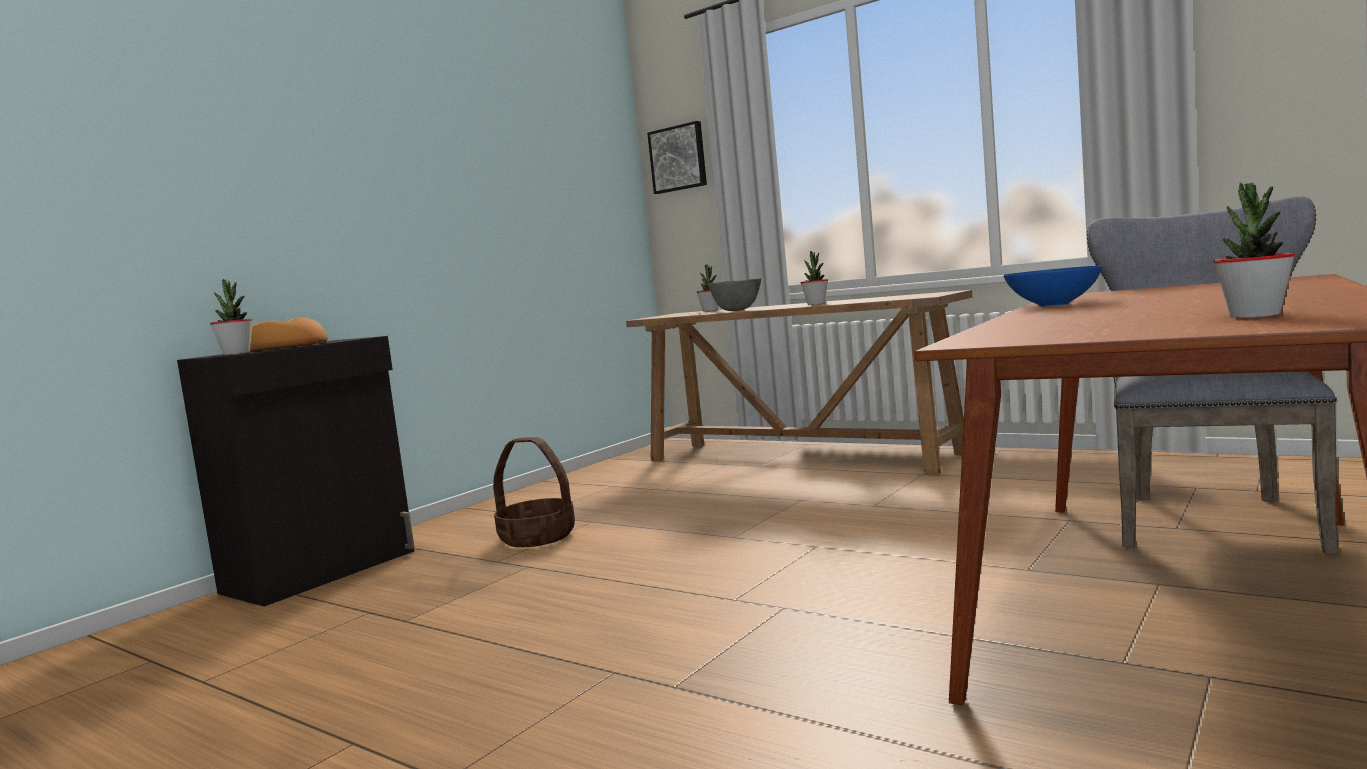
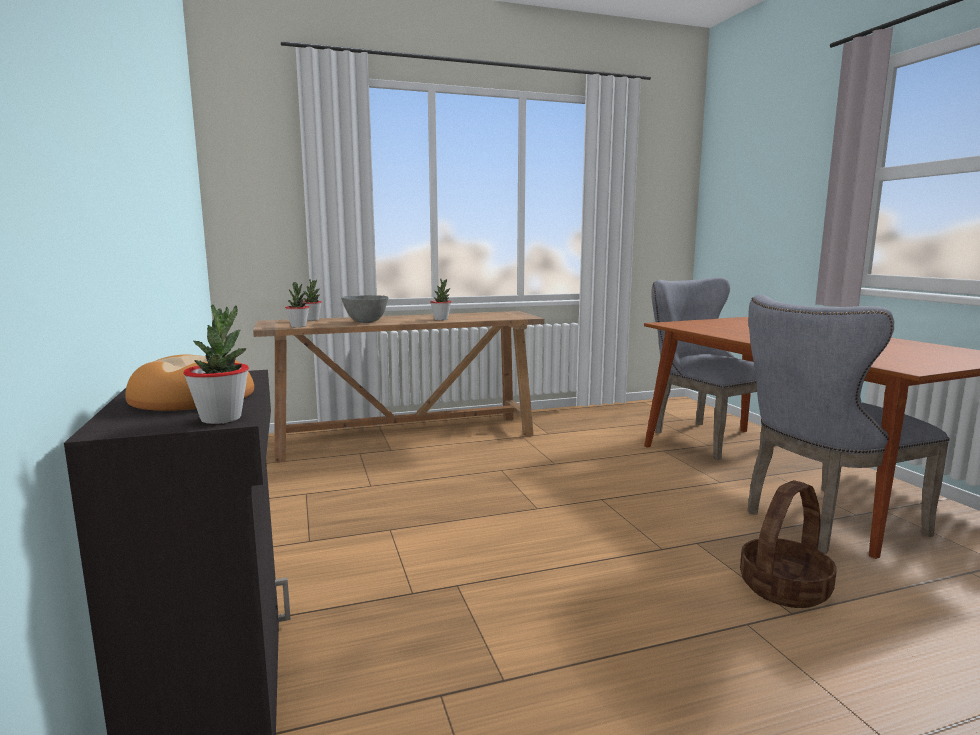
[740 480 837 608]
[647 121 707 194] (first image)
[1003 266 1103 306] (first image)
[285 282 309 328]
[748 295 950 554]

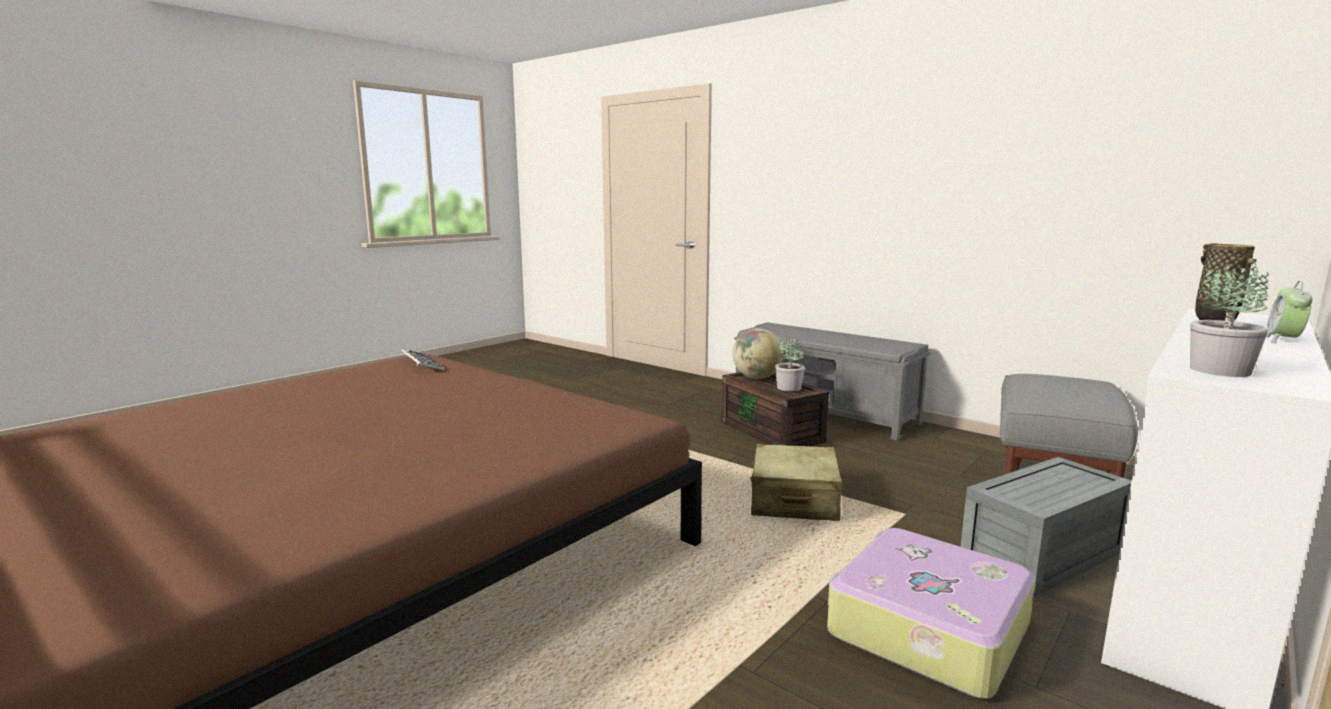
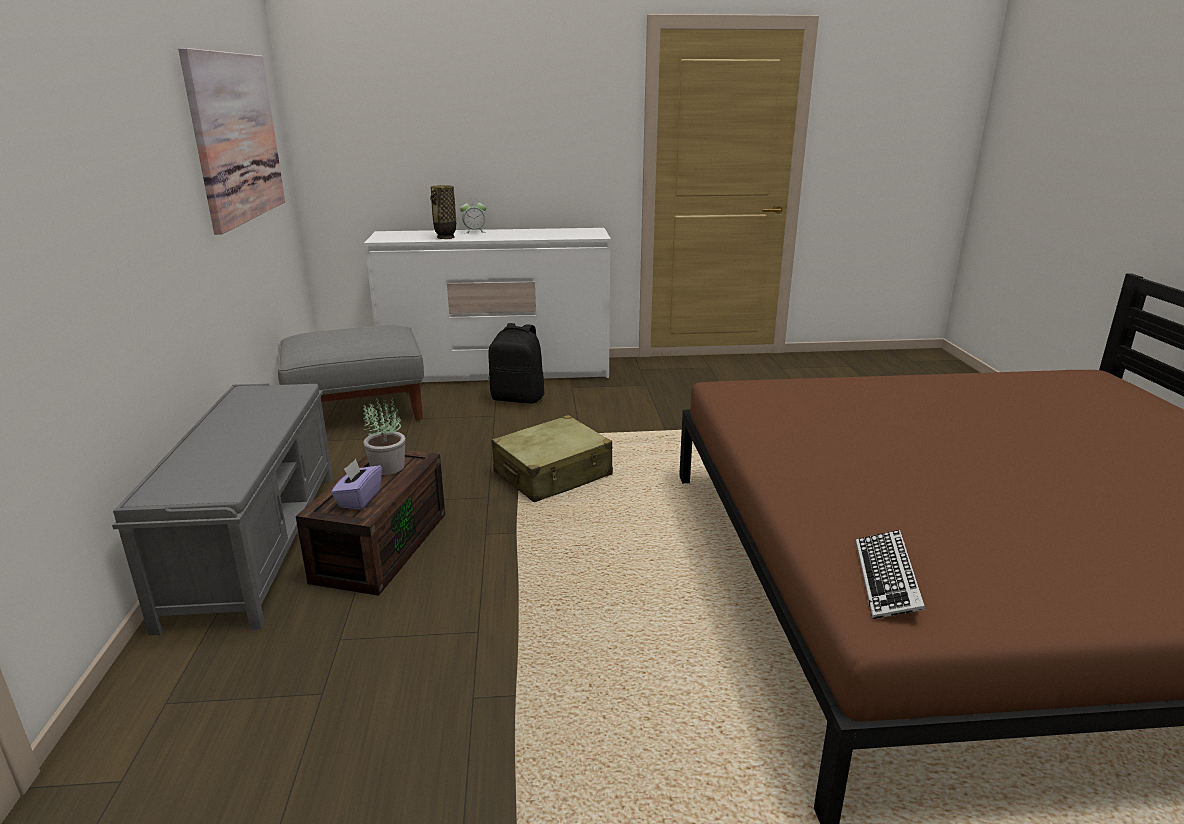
[331 459 382 510]
[827 528 1036 699] (first image)
[488 323 544 404]
[1190 262 1269 377] (first image)
[178 48 285 235]

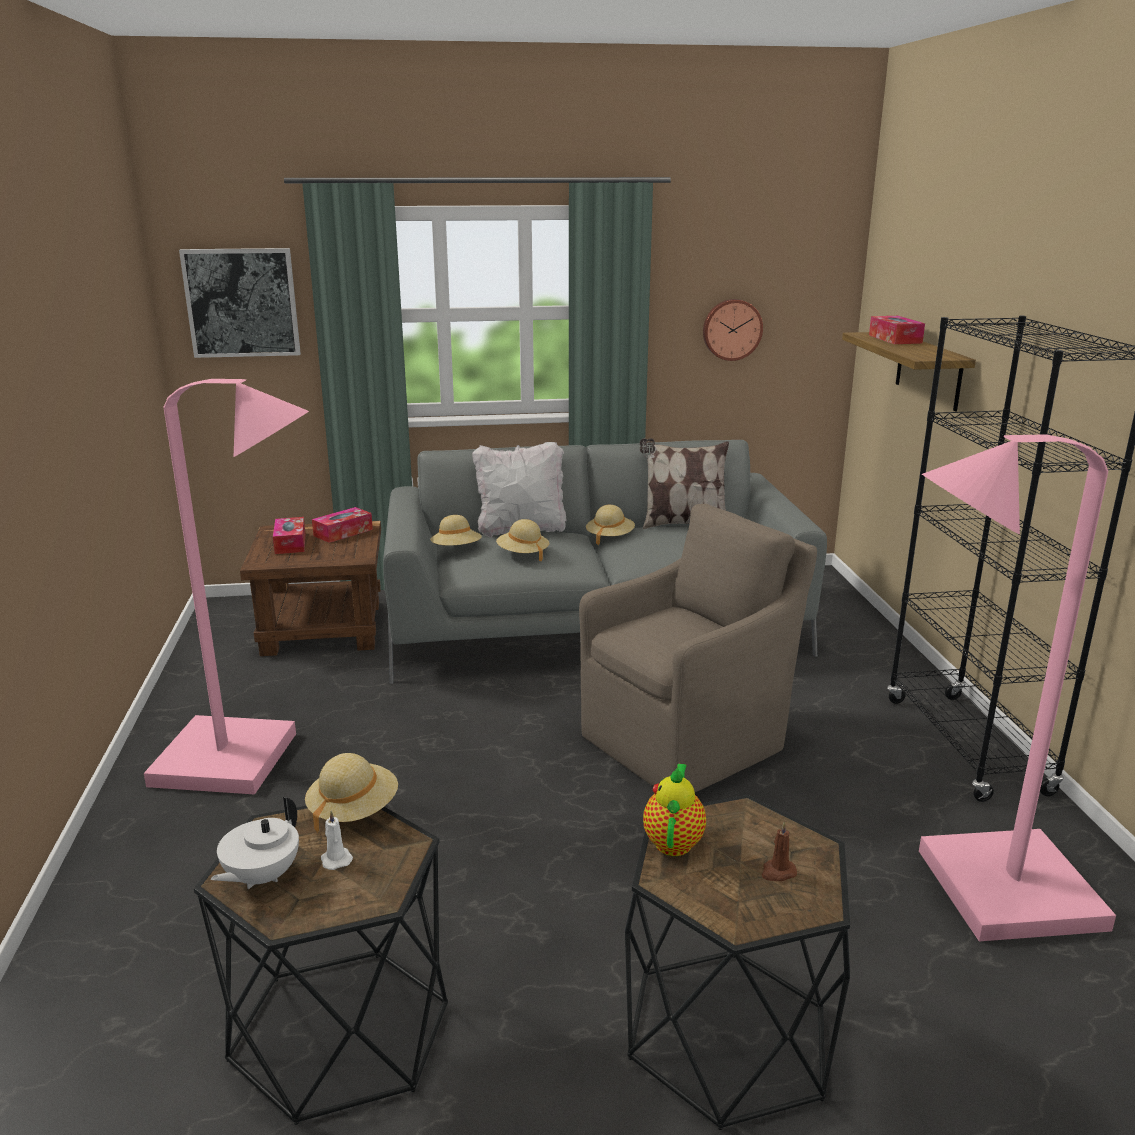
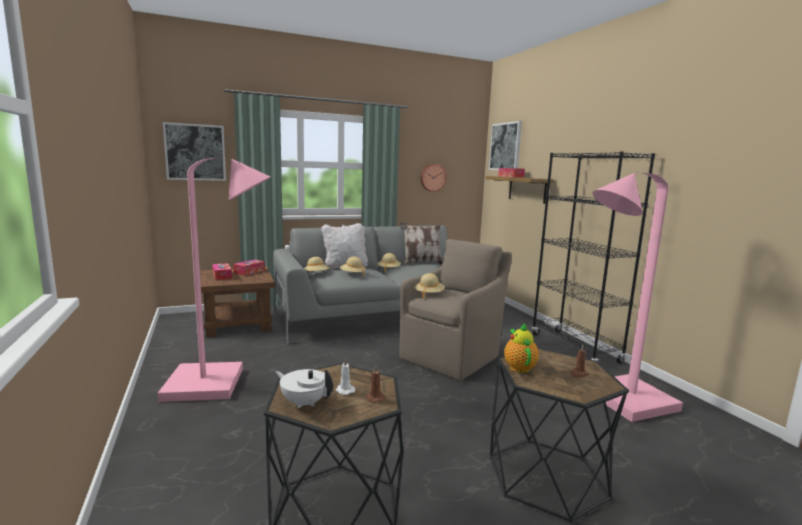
[275 369 333 408]
[414 273 445 299]
[366 365 386 403]
[489 121 522 170]

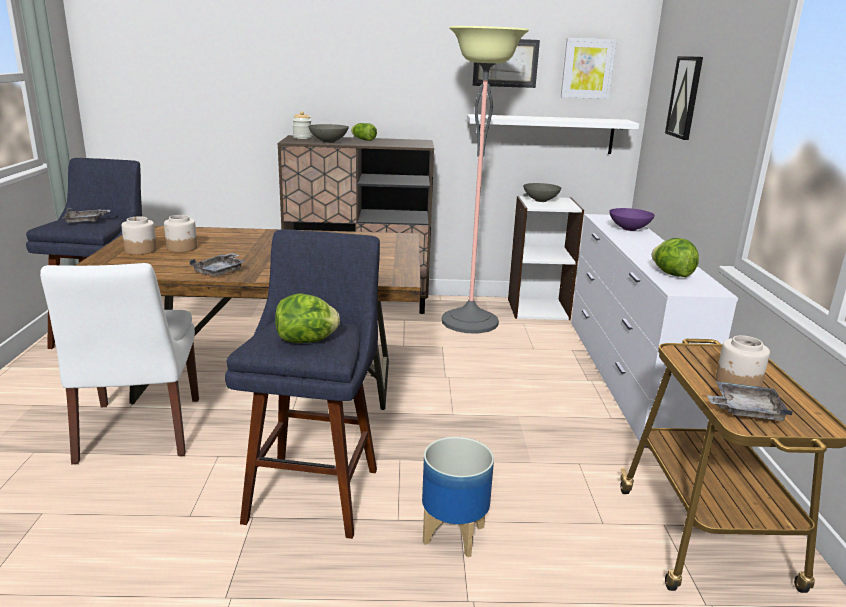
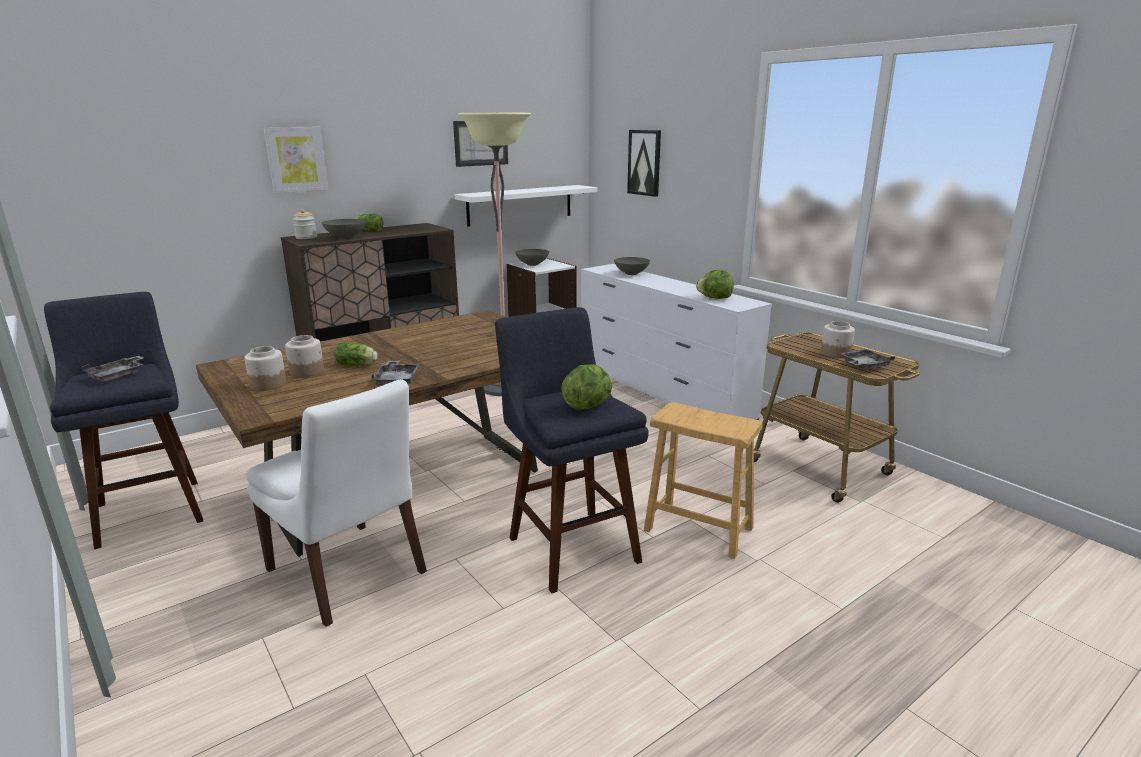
[644 402 763 559]
[263 127 328 193]
[614 257 650 275]
[334 342 378 366]

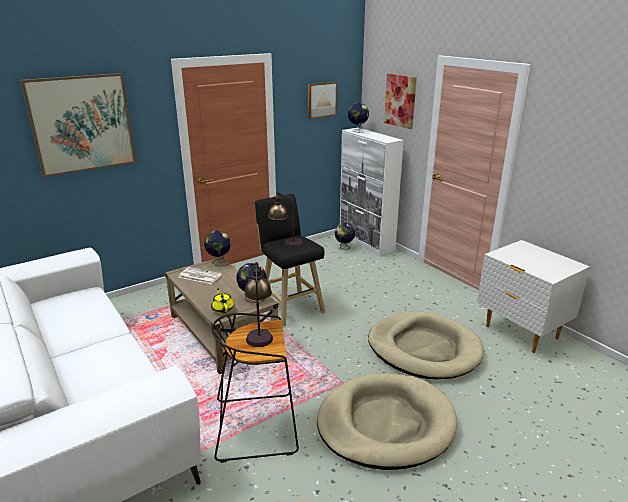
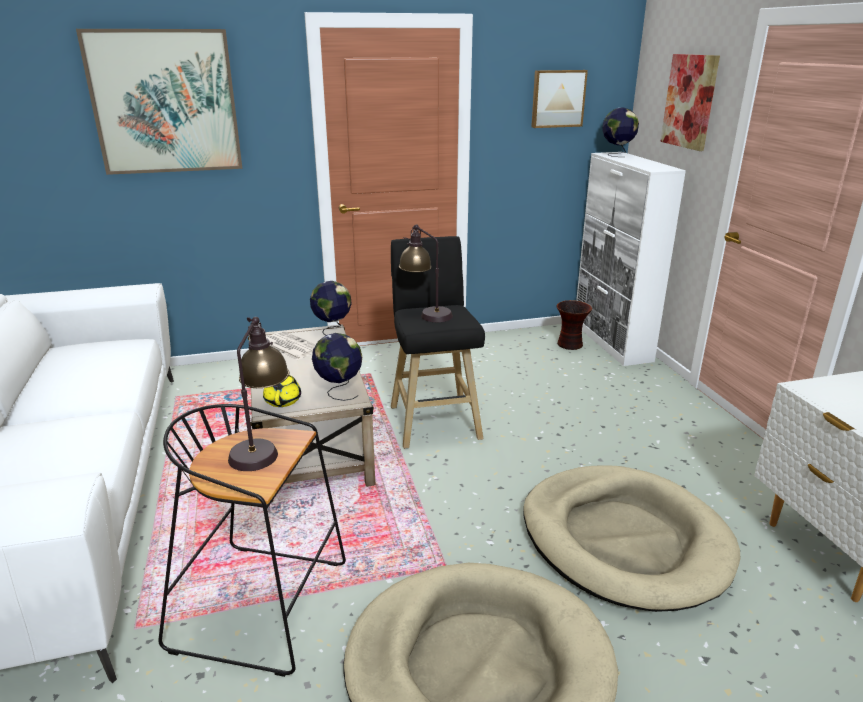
[556 300 592 350]

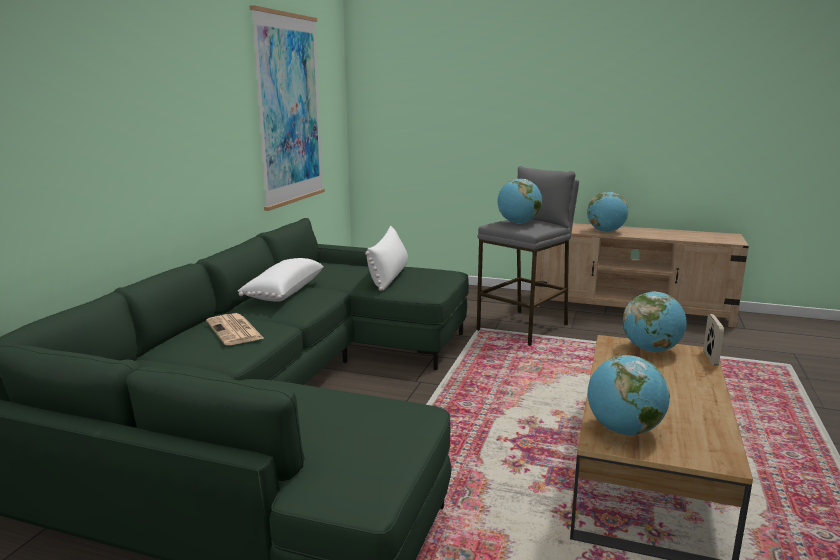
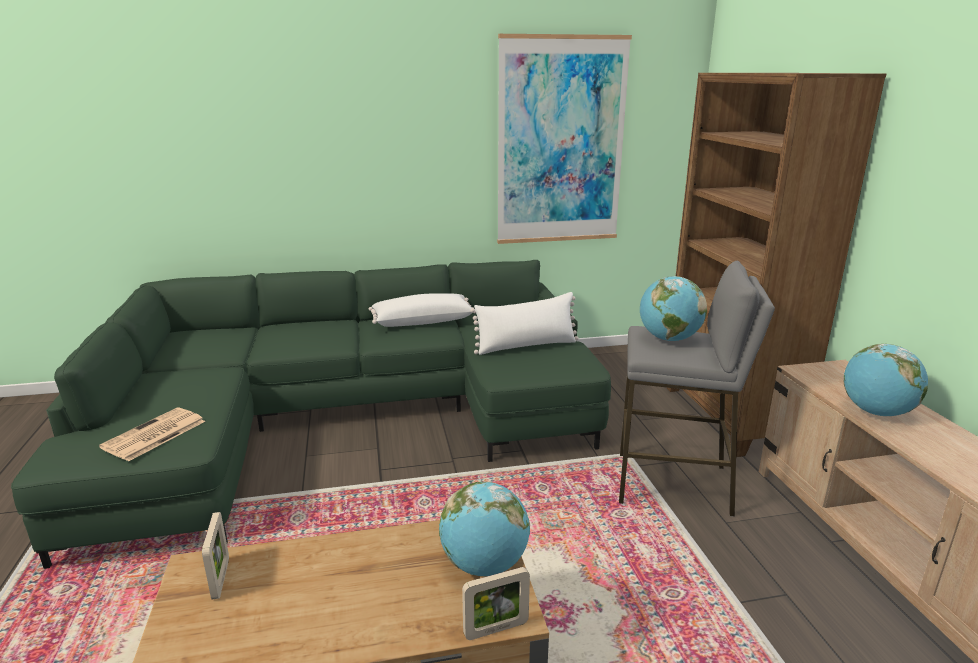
[99 407 205 462]
[202 512 229 600]
[667 73 886 457]

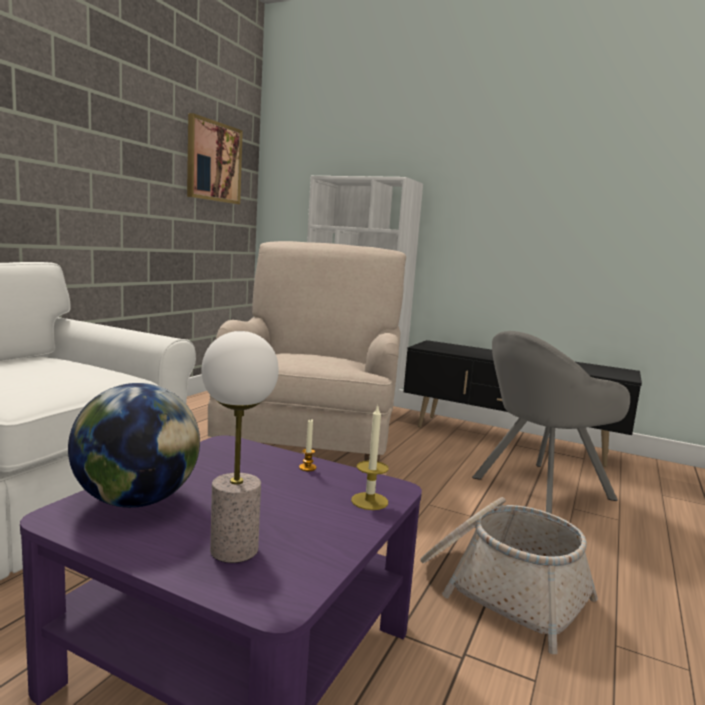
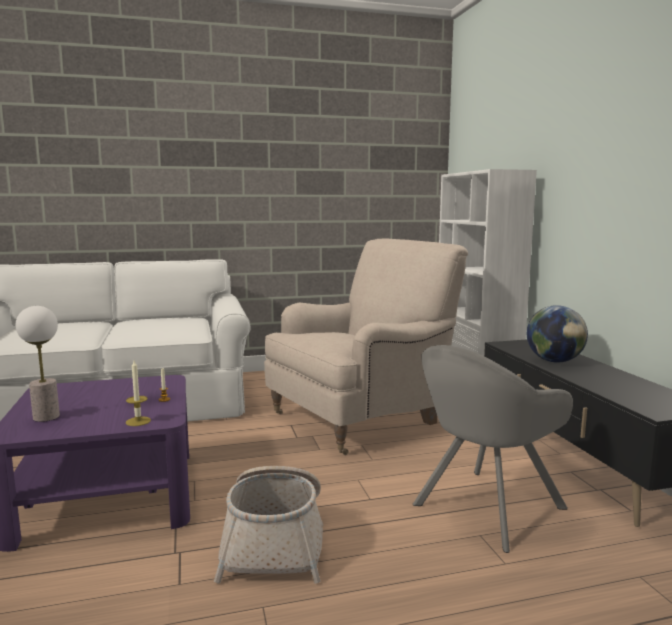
[527 305 588 363]
[187 113 243 204] (first image)
[413 345 573 553]

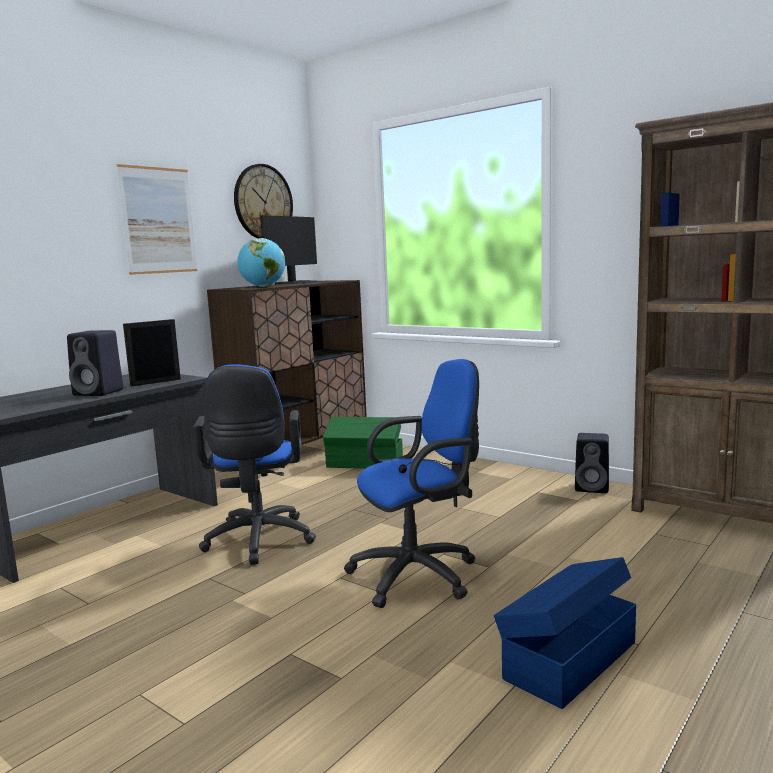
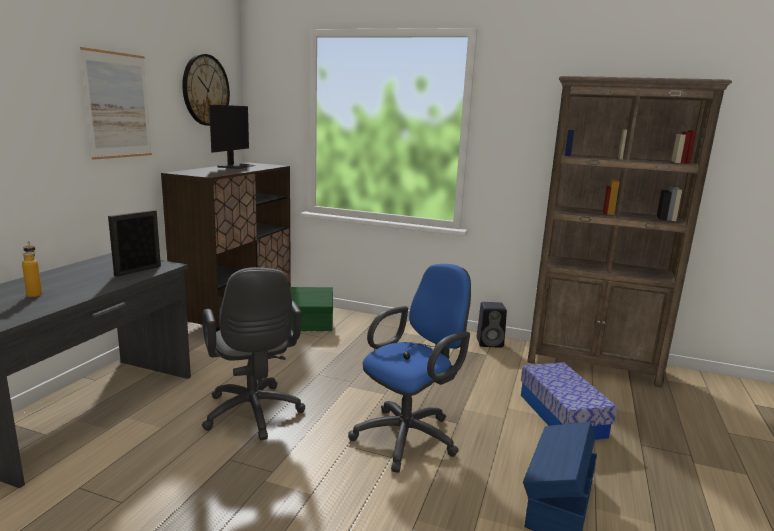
[67 330 124 396] (first image)
[202 267 305 440]
[237 238 285 287] (first image)
[22 241 42 297]
[521 362 617 440]

